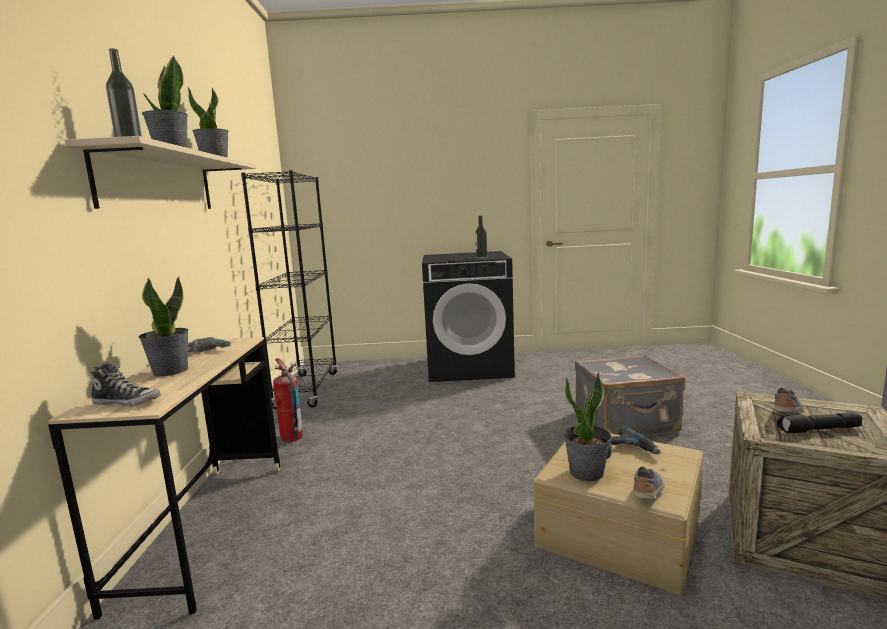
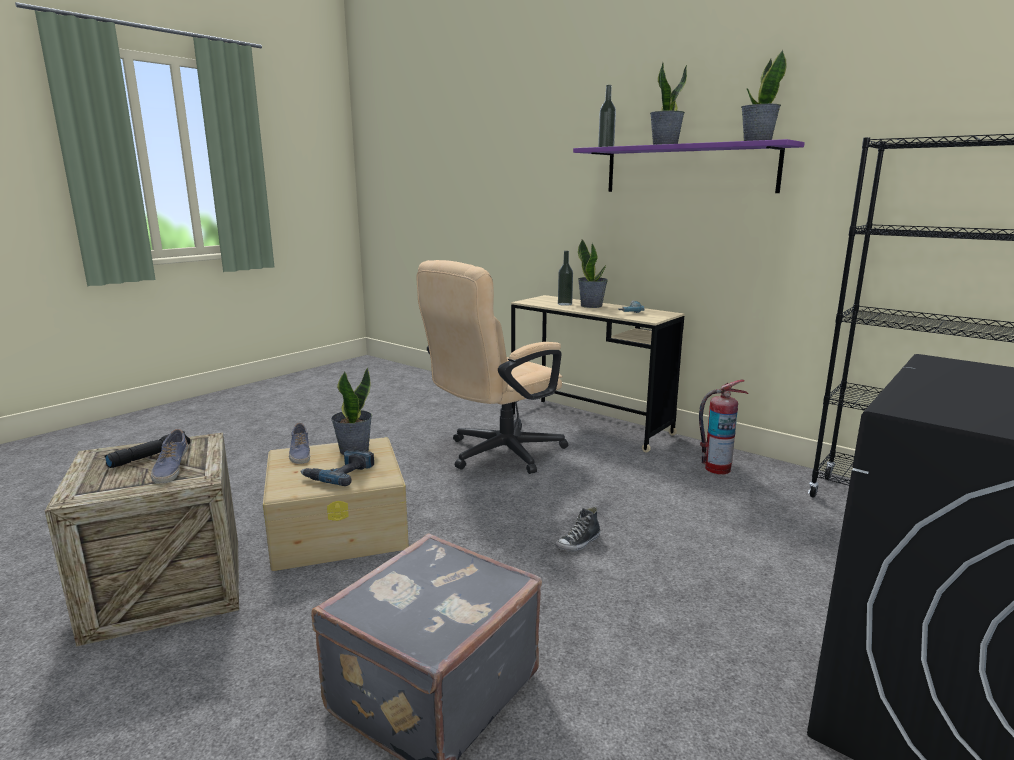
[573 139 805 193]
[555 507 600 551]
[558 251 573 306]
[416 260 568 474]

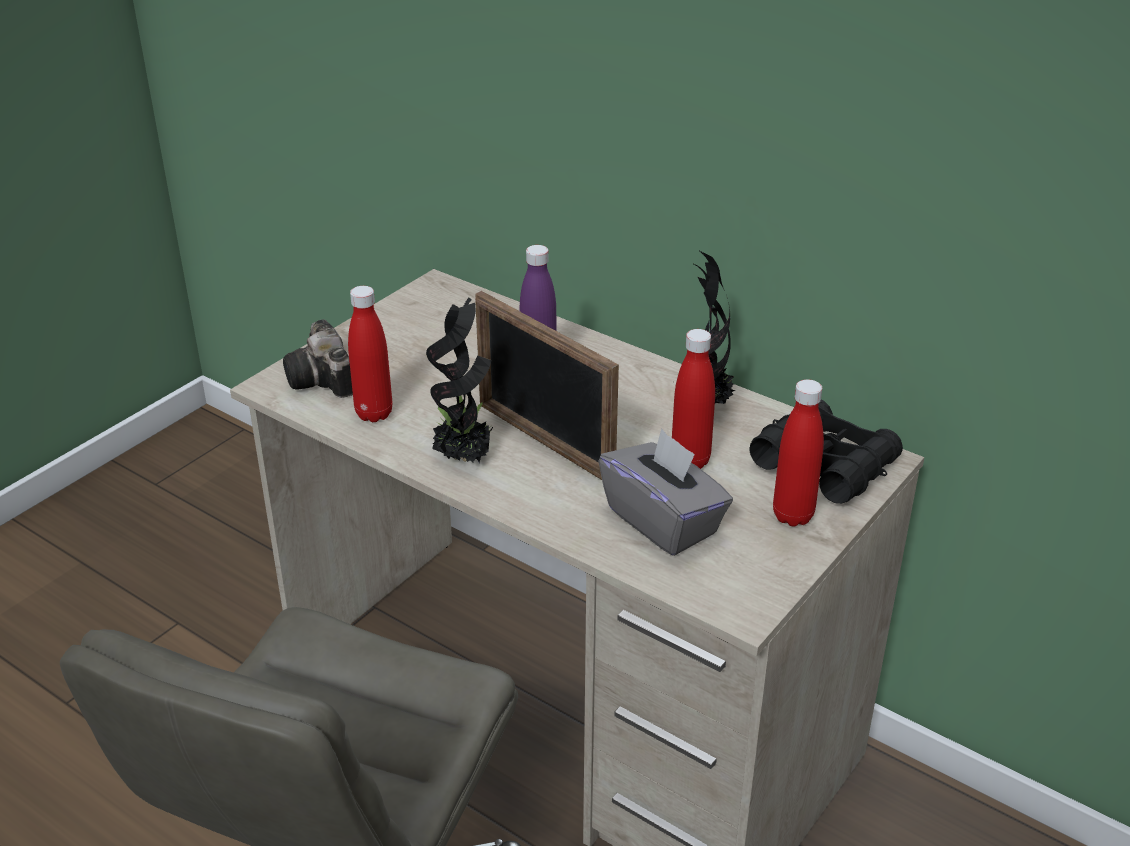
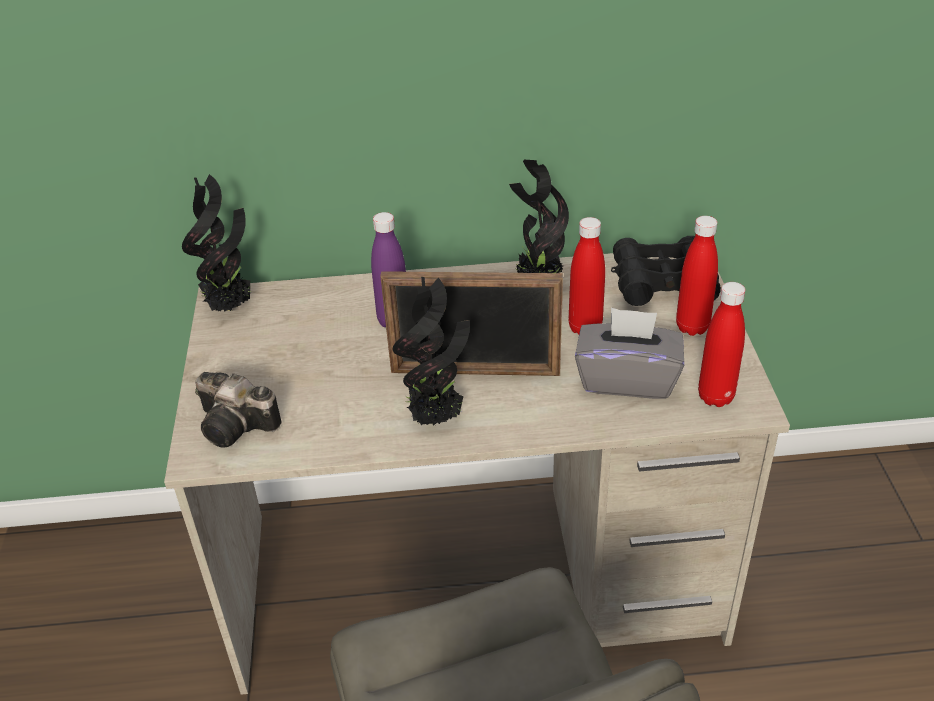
[698 282 745 407]
[182 174 250 312]

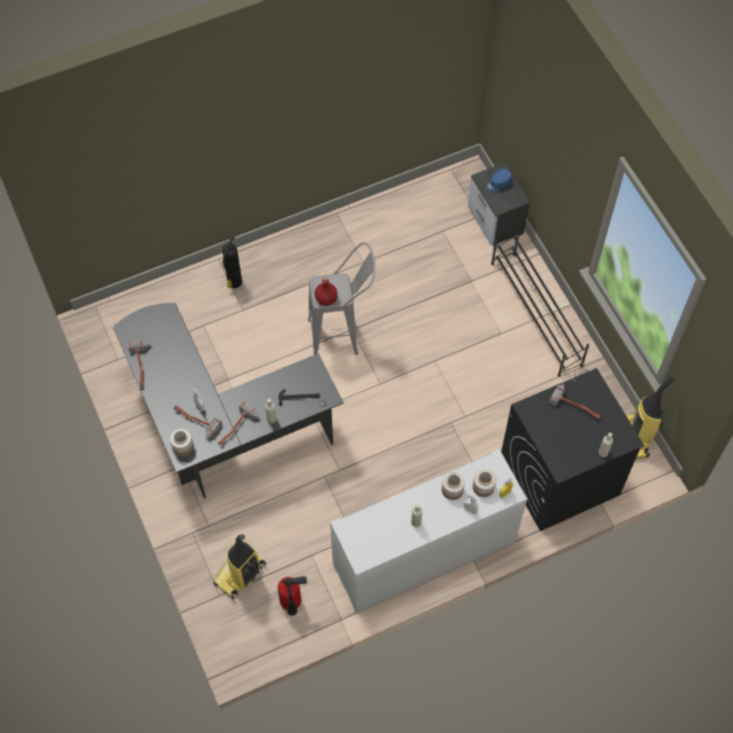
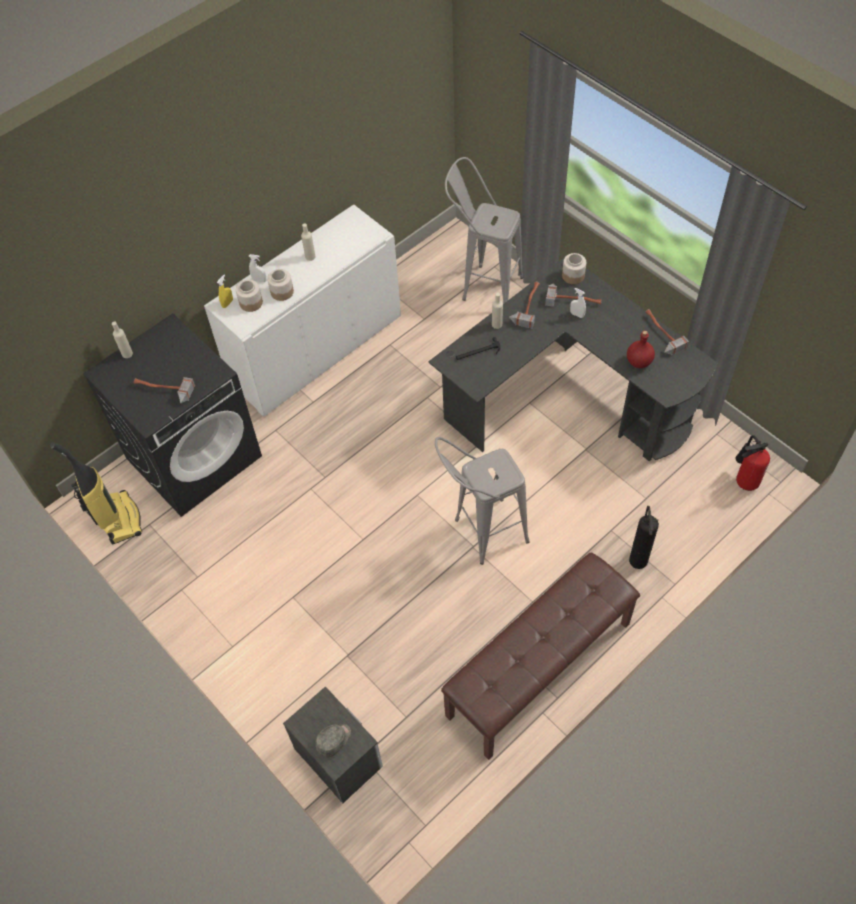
[445 157 523 304]
[735 435 770 491]
[627 331 655 368]
[315 724 351 757]
[491 231 589 377] (first image)
[441 553 640 760]

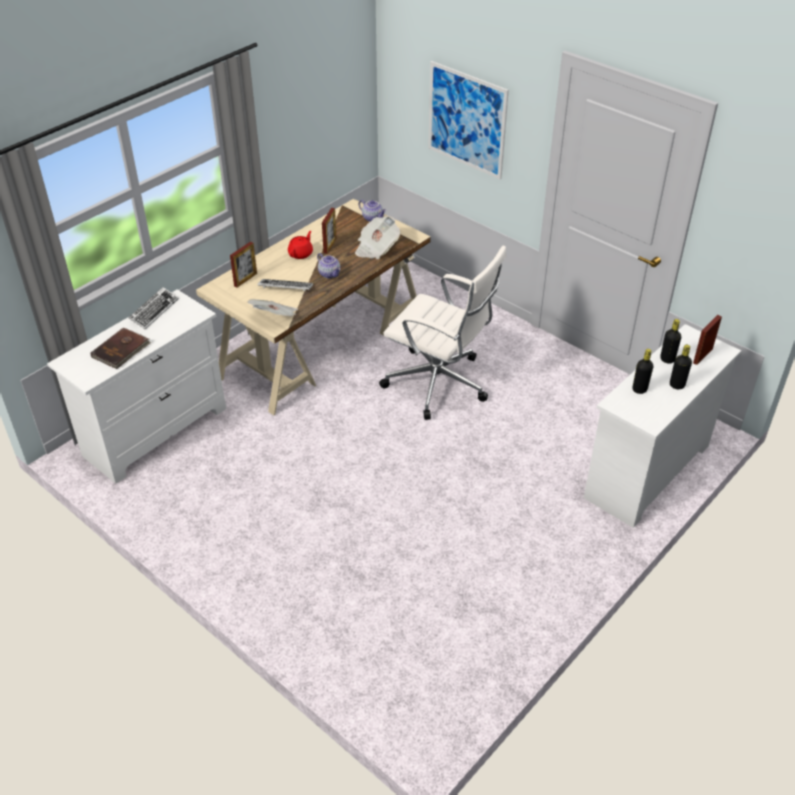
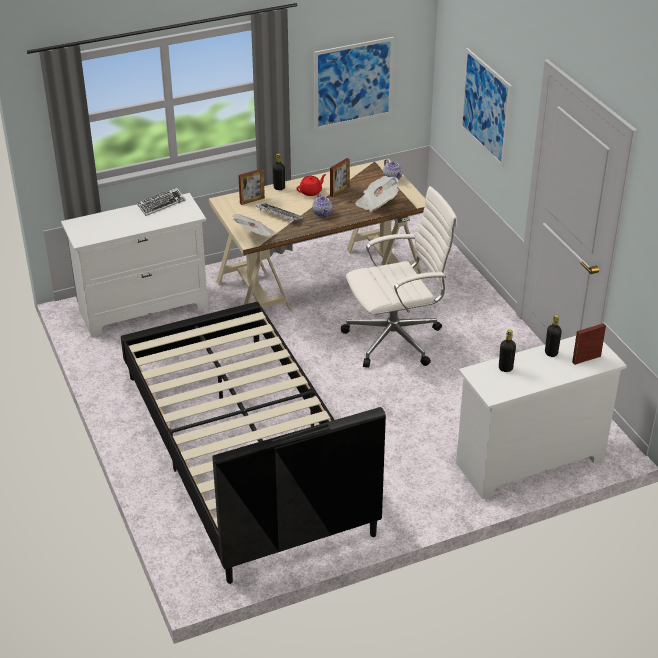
[90 328 152 369] (first image)
[341 186 457 368]
[273 153 285 190]
[121 302 386 584]
[314 37 394 130]

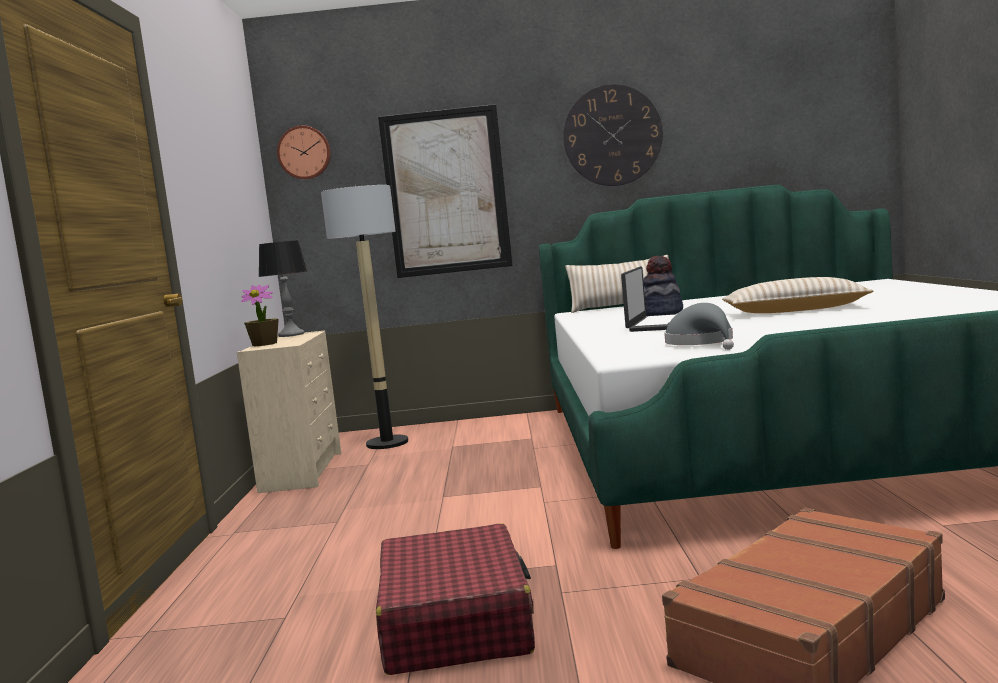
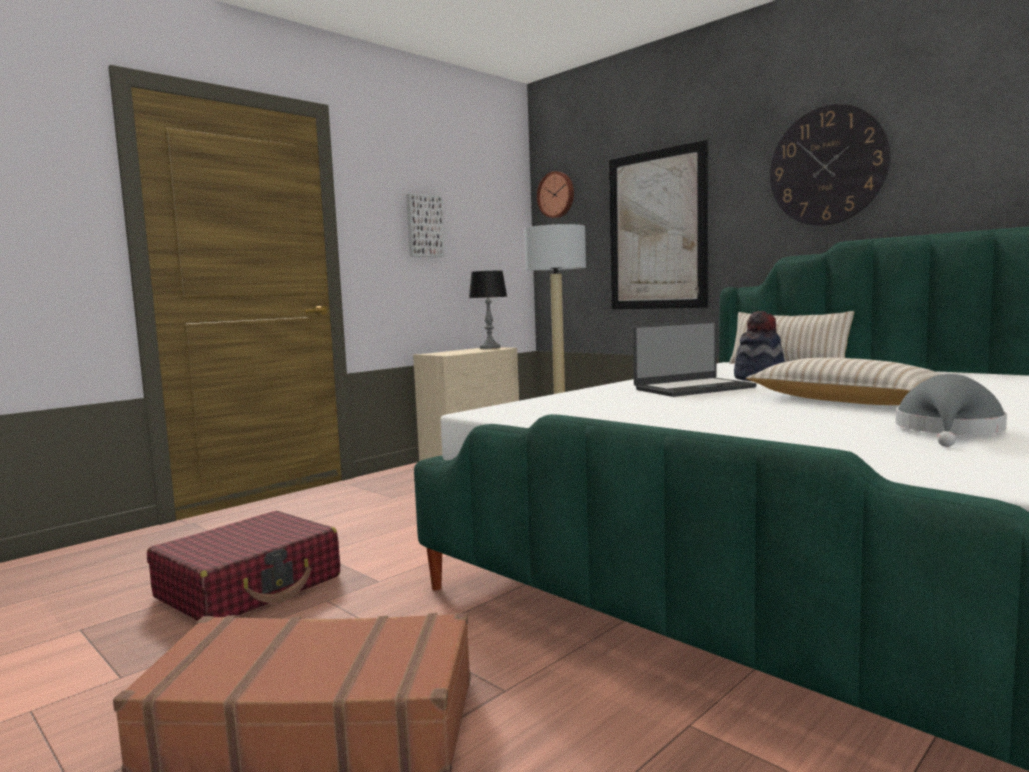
[241 285 279 346] (first image)
[896 374 1007 447]
[406 193 445 257]

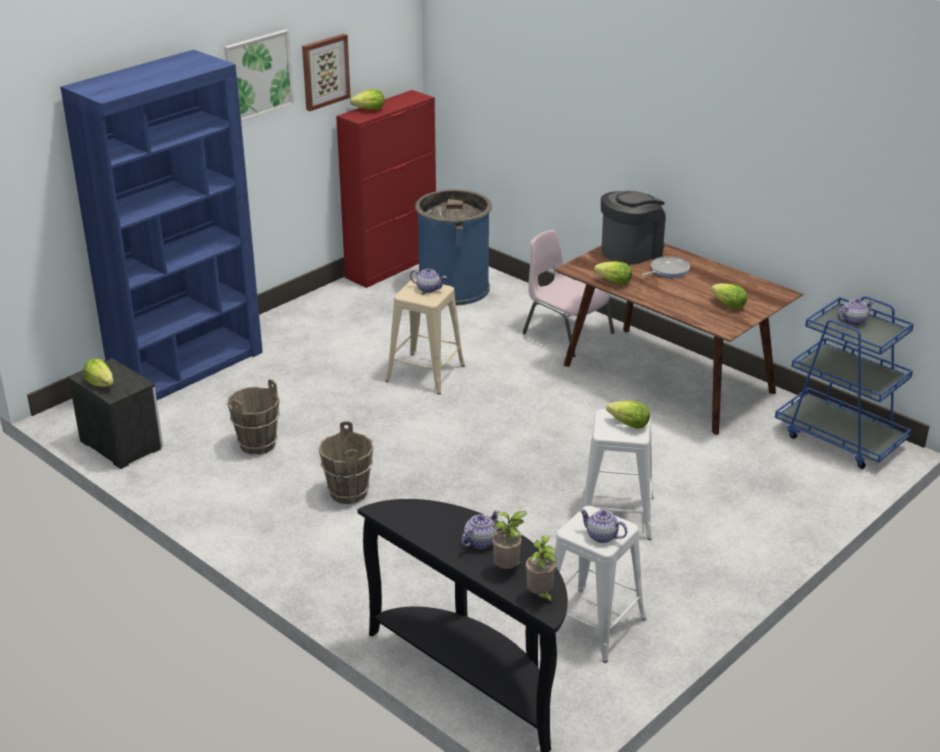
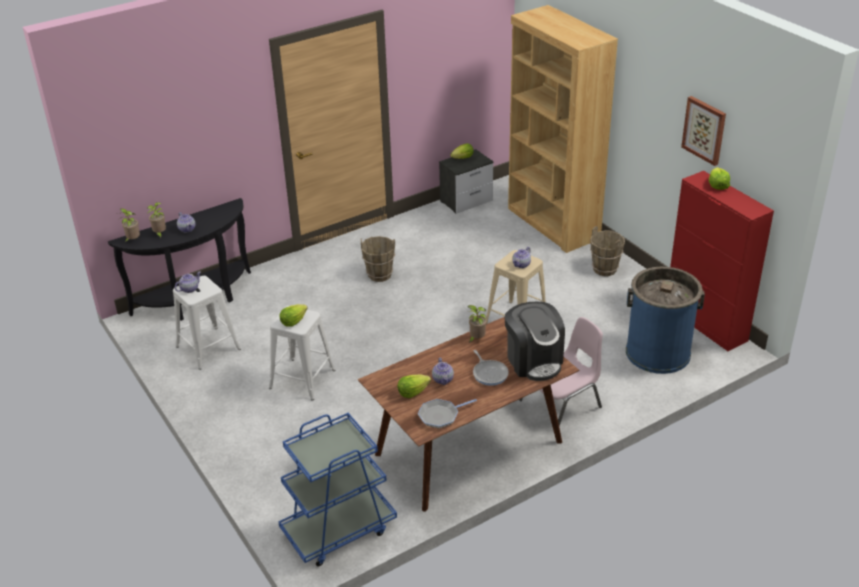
[508 5 618 253]
[224 29 294 122] (first image)
[590 226 625 276]
[468 305 487 343]
[432 357 454 385]
[418 399 477 428]

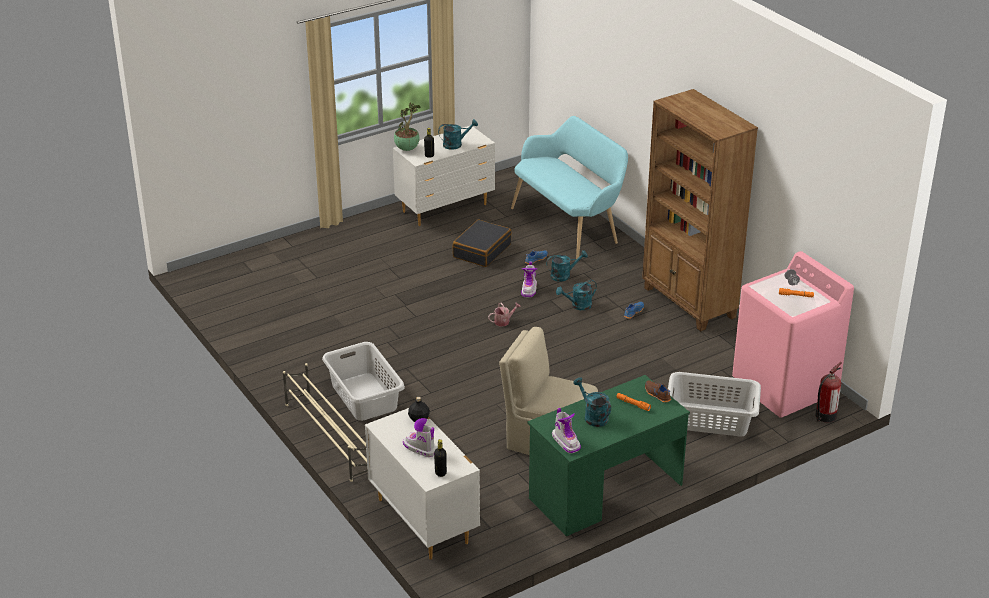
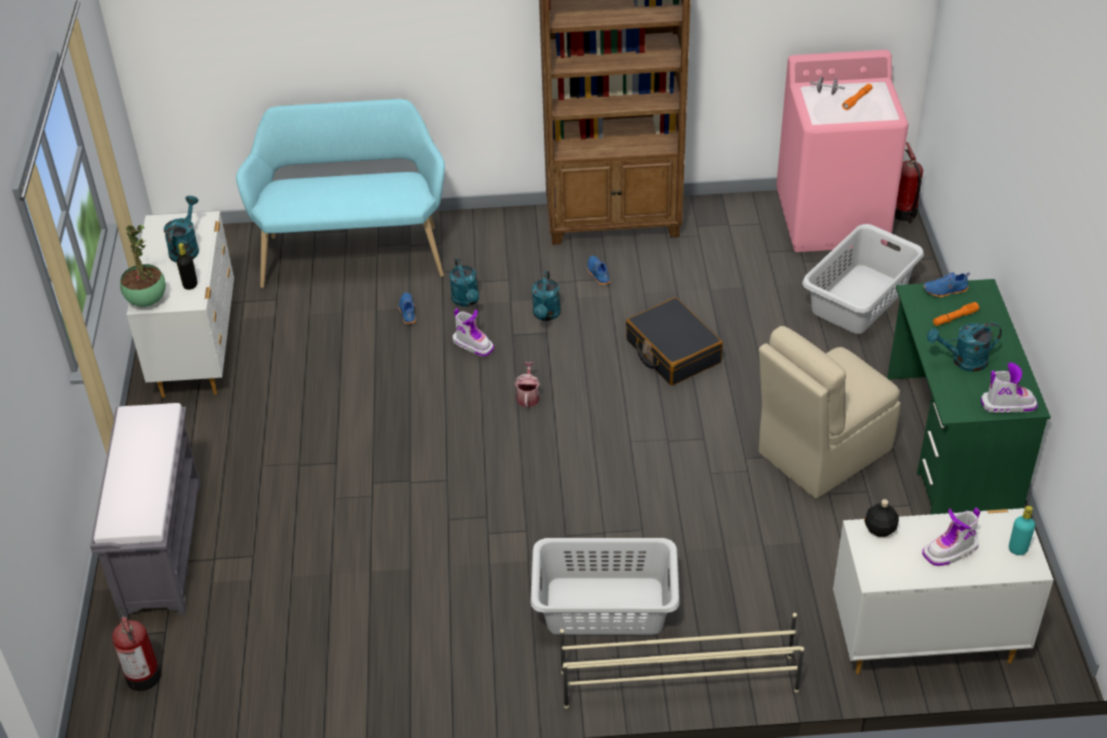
[1009 506 1035 555]
[626 297 723 386]
[449 258 479 307]
[923 272 970 297]
[90 403 201 619]
[112 607 161 691]

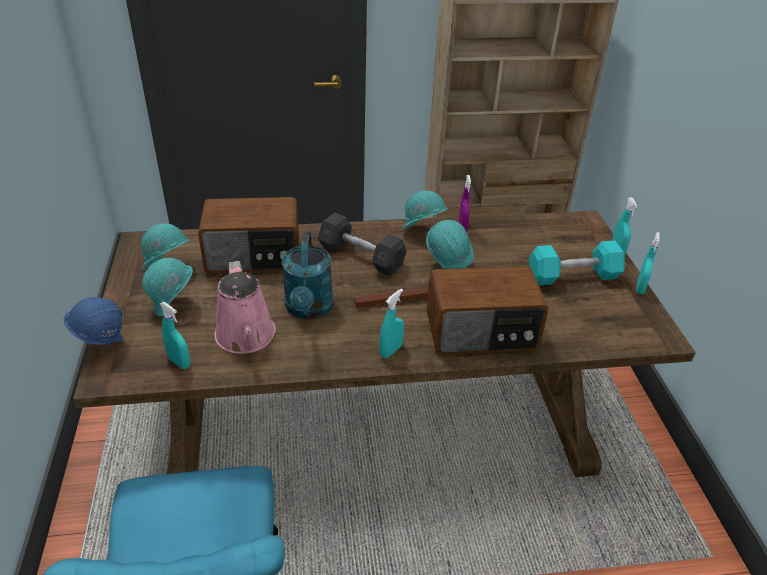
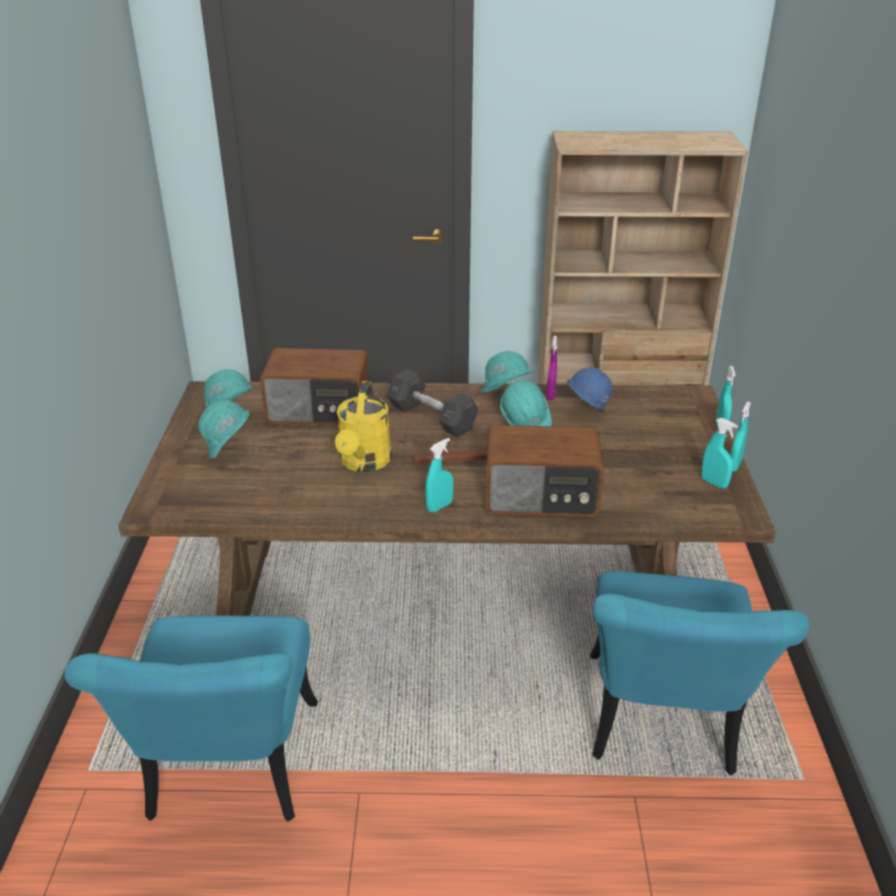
[567 367 612 412]
[702 418 738 489]
[215 261 276 354] (first image)
[335 381 392 472]
[529 240 625 285] (first image)
[590 571 809 776]

